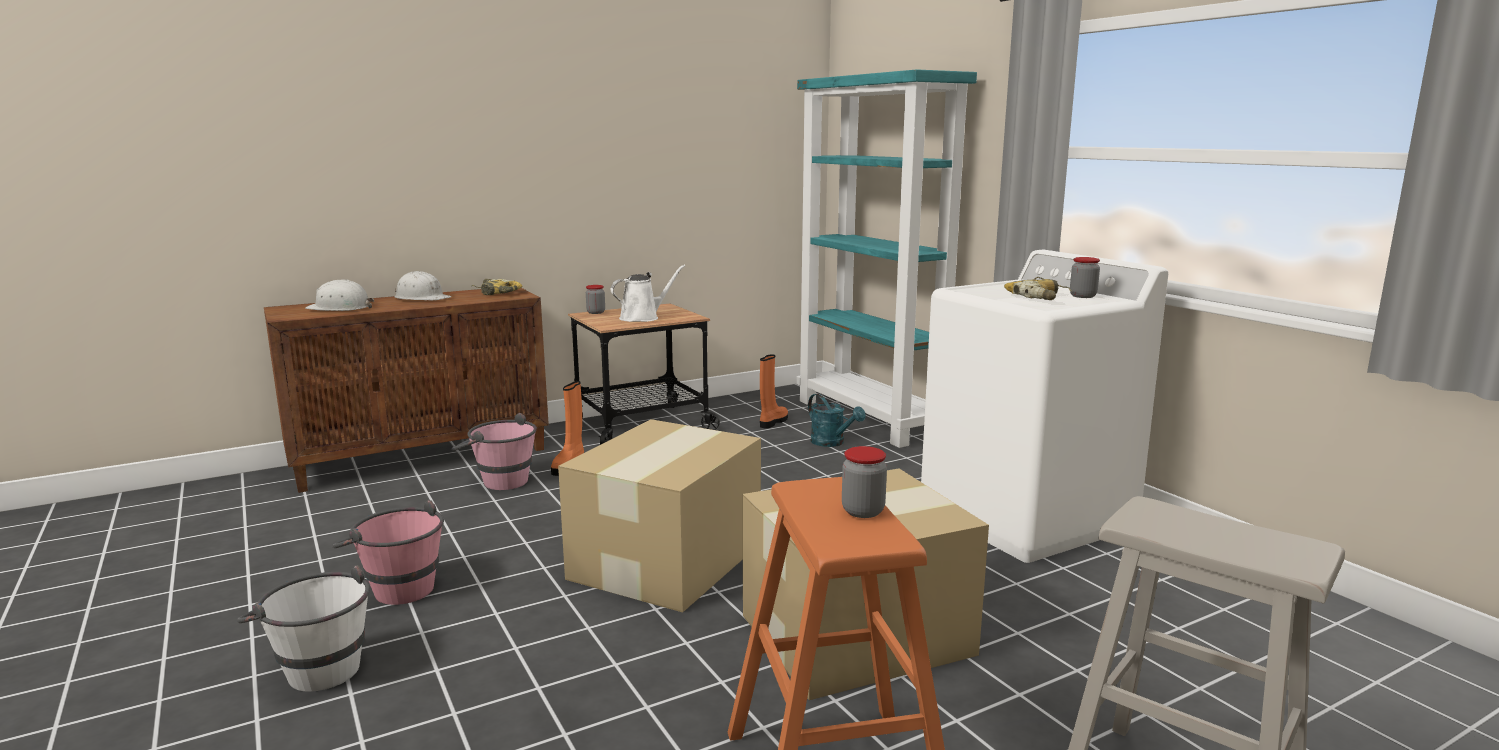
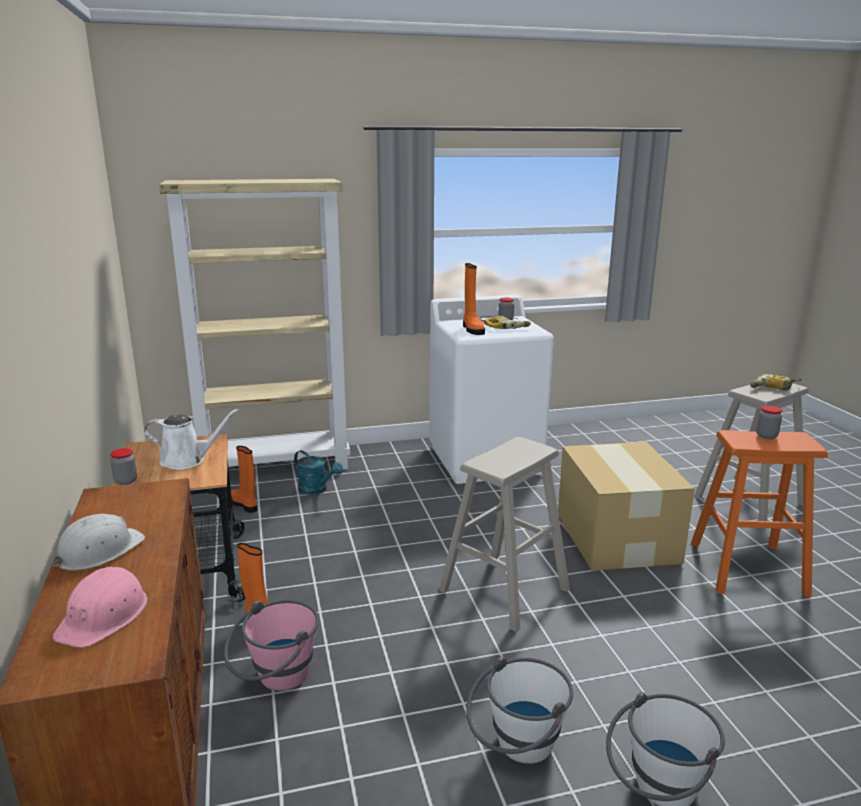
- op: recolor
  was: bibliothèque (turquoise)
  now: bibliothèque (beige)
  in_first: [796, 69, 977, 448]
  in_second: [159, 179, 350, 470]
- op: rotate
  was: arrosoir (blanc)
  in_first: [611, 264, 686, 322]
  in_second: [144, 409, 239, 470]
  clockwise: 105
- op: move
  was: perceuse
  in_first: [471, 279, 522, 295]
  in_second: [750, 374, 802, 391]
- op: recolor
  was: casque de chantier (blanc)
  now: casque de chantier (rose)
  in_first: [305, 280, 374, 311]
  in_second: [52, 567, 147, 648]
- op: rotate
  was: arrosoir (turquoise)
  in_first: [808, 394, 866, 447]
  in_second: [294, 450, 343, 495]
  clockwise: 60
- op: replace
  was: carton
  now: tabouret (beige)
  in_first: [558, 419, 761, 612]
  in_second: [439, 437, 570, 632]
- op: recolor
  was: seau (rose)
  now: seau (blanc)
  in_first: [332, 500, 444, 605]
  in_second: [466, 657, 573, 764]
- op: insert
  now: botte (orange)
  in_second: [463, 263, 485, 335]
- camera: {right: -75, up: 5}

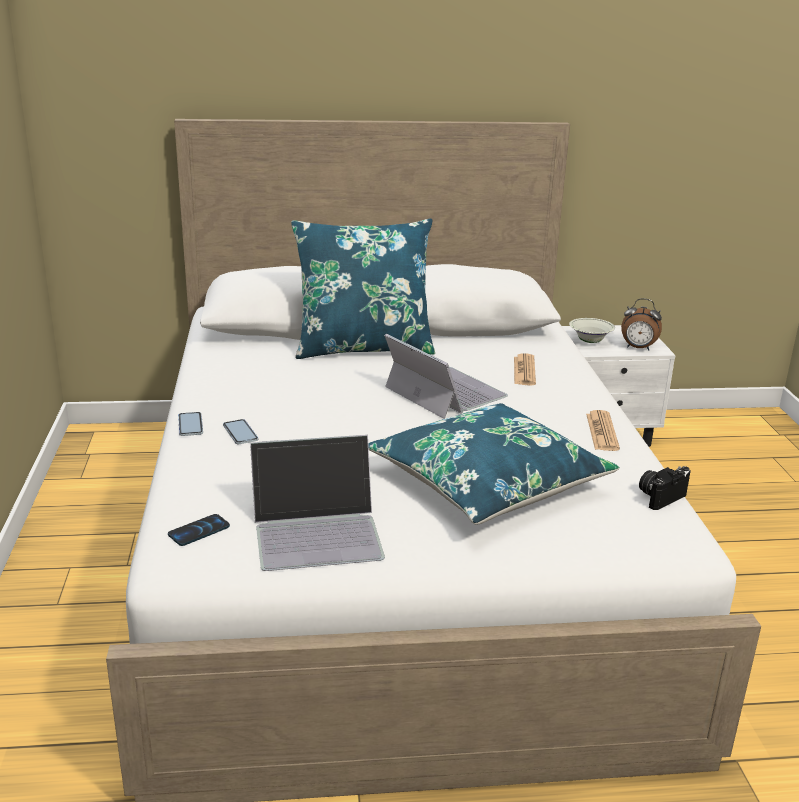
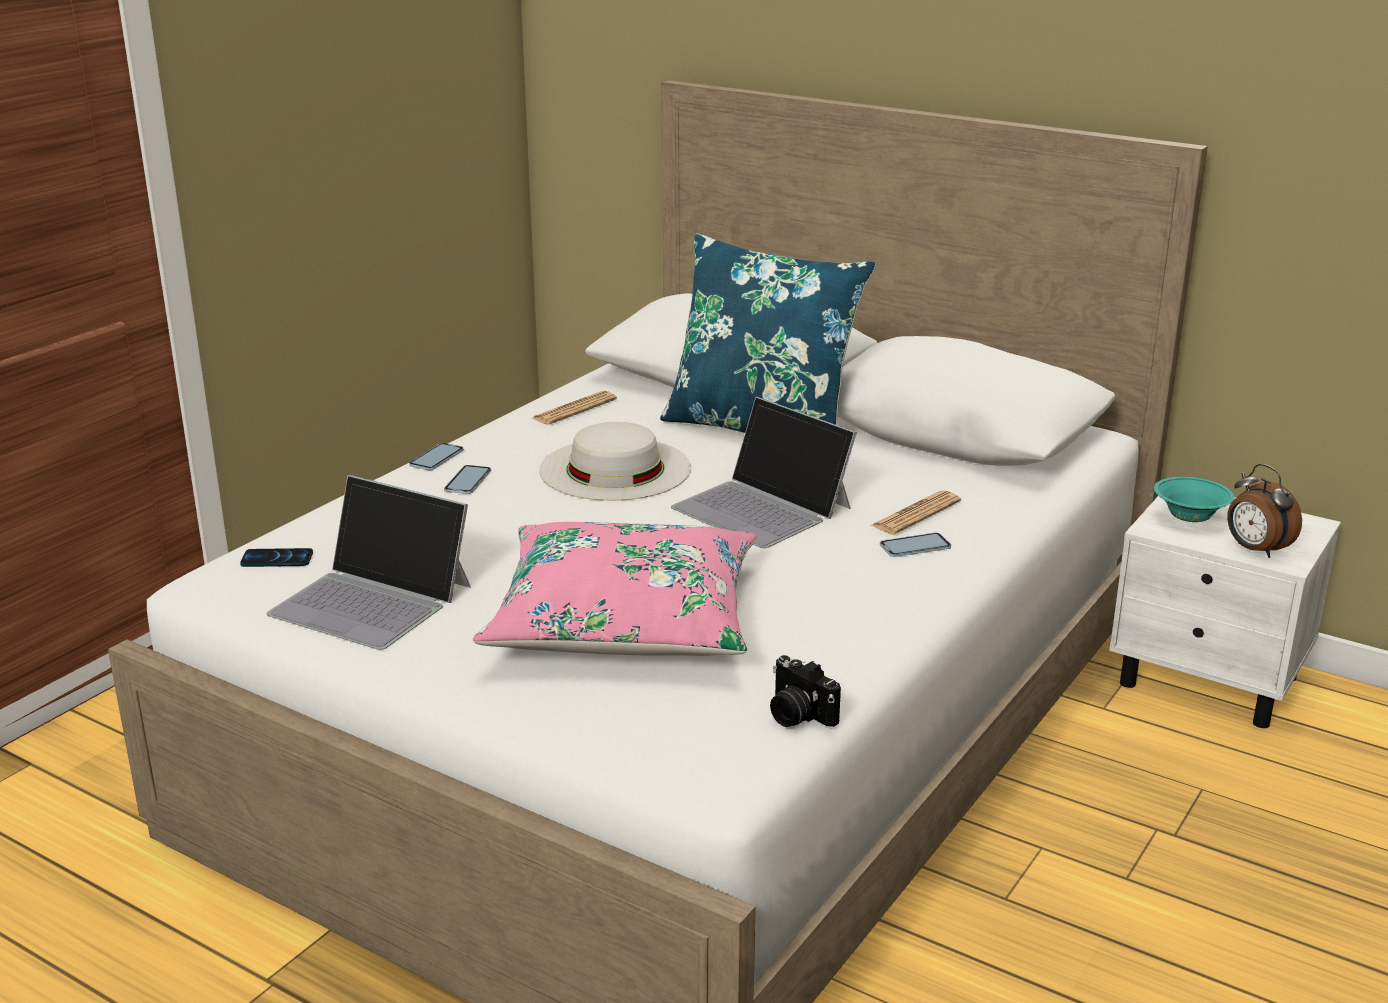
- op: recolor
  was: bol (blanc)
  now: bol (turquoise)
  in_first: [569, 318, 615, 343]
  in_second: [1154, 477, 1235, 522]
- op: rotate
  was: ordinateur portable
  in_first: [384, 334, 508, 419]
  in_second: [671, 397, 857, 548]
  clockwise: 135
- op: recolor
  was: coussin (bleu)
  now: coussin (rose)
  in_first: [368, 403, 620, 525]
  in_second: [473, 522, 757, 656]
- op: move
  was: journal
  in_first: [586, 410, 620, 451]
  in_second: [532, 391, 617, 425]
- op: rotate
  was: appareil photo
  in_first: [639, 466, 690, 510]
  in_second: [770, 655, 841, 727]
  clockwise: -135
- op: insert
  now: chapeau (blanc)
  in_second: [539, 422, 691, 501]
- op: insert
  now: téléphone
  in_second: [880, 533, 951, 557]
- camera: {right: 40, up: 0}

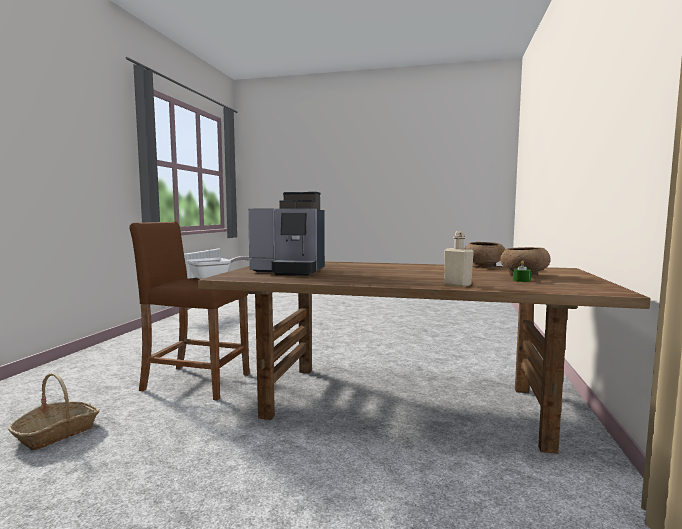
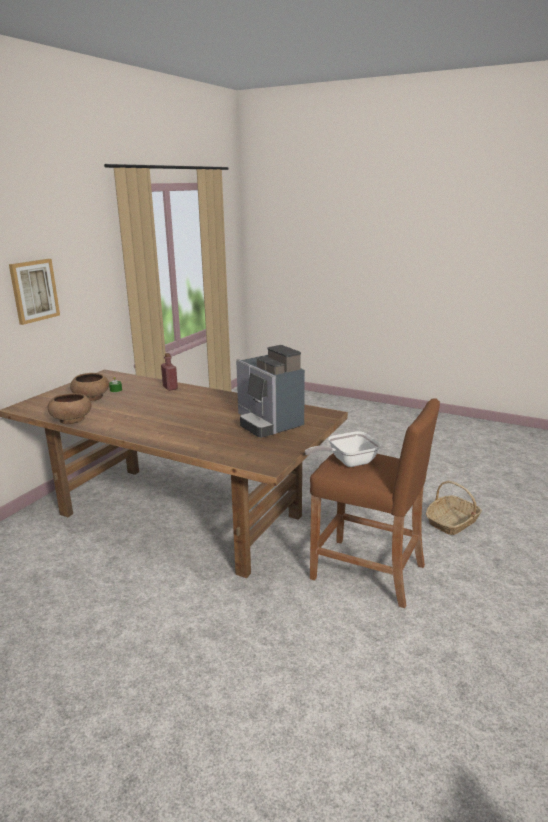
- op: rotate
  was: machine à café
  in_first: [248, 192, 325, 276]
  in_second: [236, 345, 305, 438]
  clockwise: -150
- op: recolor
  was: bouteille (beige)
  now: bouteille (rouge)
  in_first: [444, 231, 474, 287]
  in_second: [161, 353, 178, 391]
- op: insert
  now: tableau
  in_second: [9, 259, 60, 325]
- camera: {right: -165, up: 15}

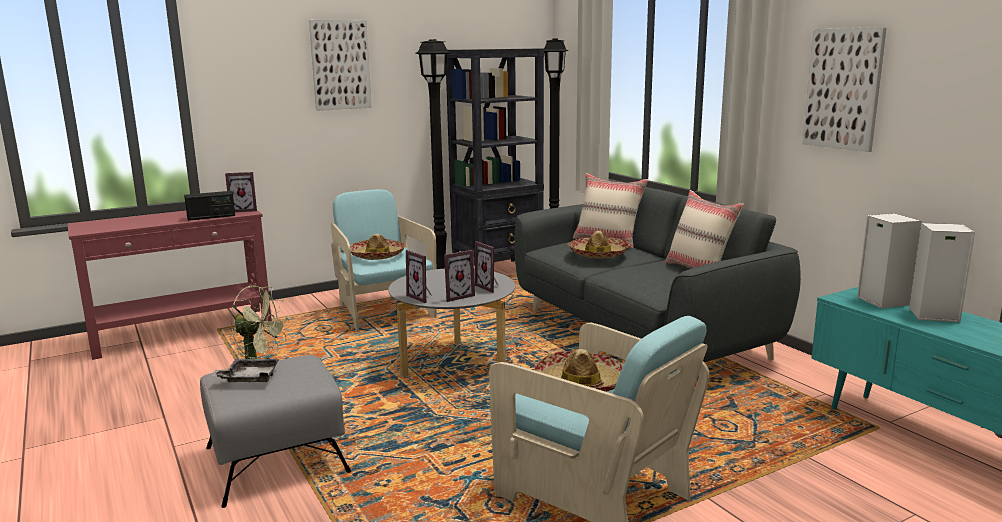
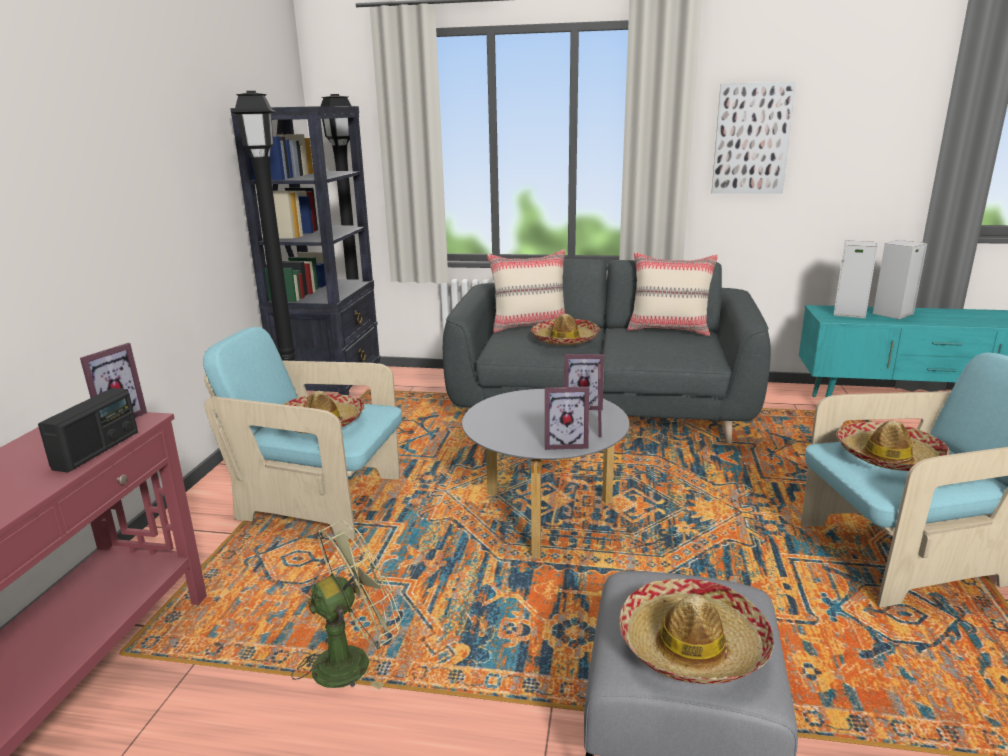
- op: delete
  was: tableau
  in_first: [309, 20, 372, 111]
- op: replace
  was: plateau (gris)
  now: chapeau
  in_first: [211, 359, 279, 382]
  in_second: [619, 579, 774, 684]
- camera: {right: -50, up: 5}

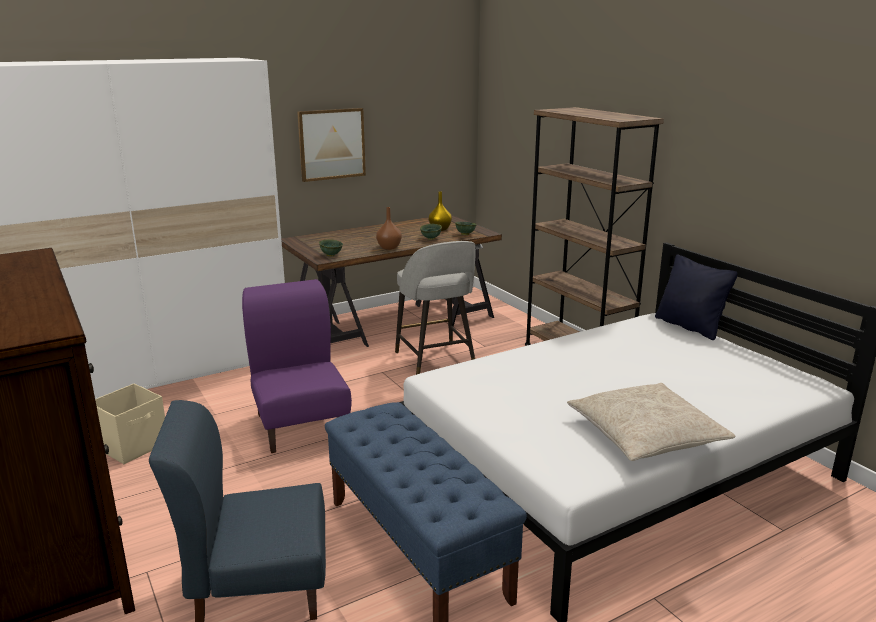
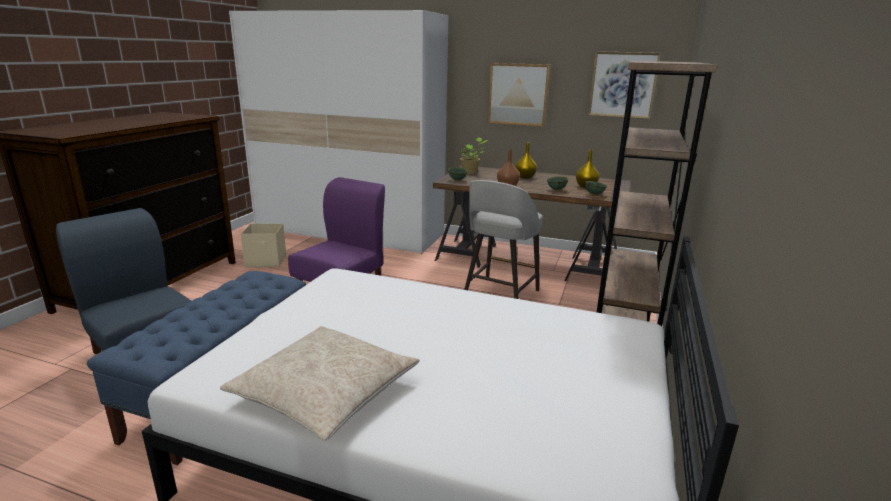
- op: delete
  was: coussin (noir)
  in_first: [655, 255, 737, 340]
- op: insert
  now: tableau
  in_second: [588, 51, 661, 119]
- op: insert
  now: plante en pot
  in_second: [458, 138, 488, 174]
- op: insert
  now: vase (jaune)
  in_second: [515, 142, 537, 179]
- camera: {right: 50, up: 0}

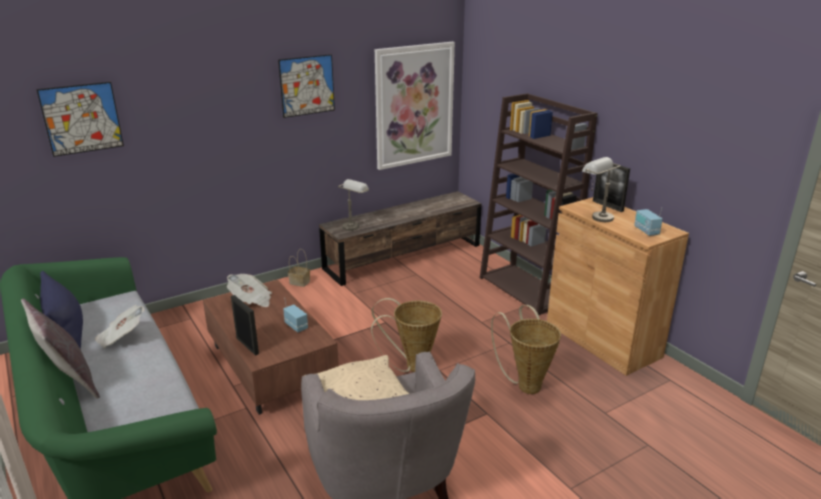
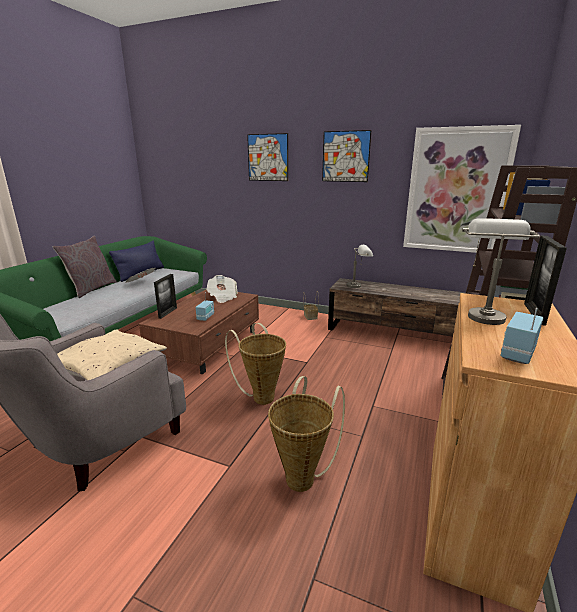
- op: move
  was: tableau
  in_first: [36, 82, 124, 157]
  in_second: [247, 133, 288, 181]
- camera: {right: 55, up: -5}

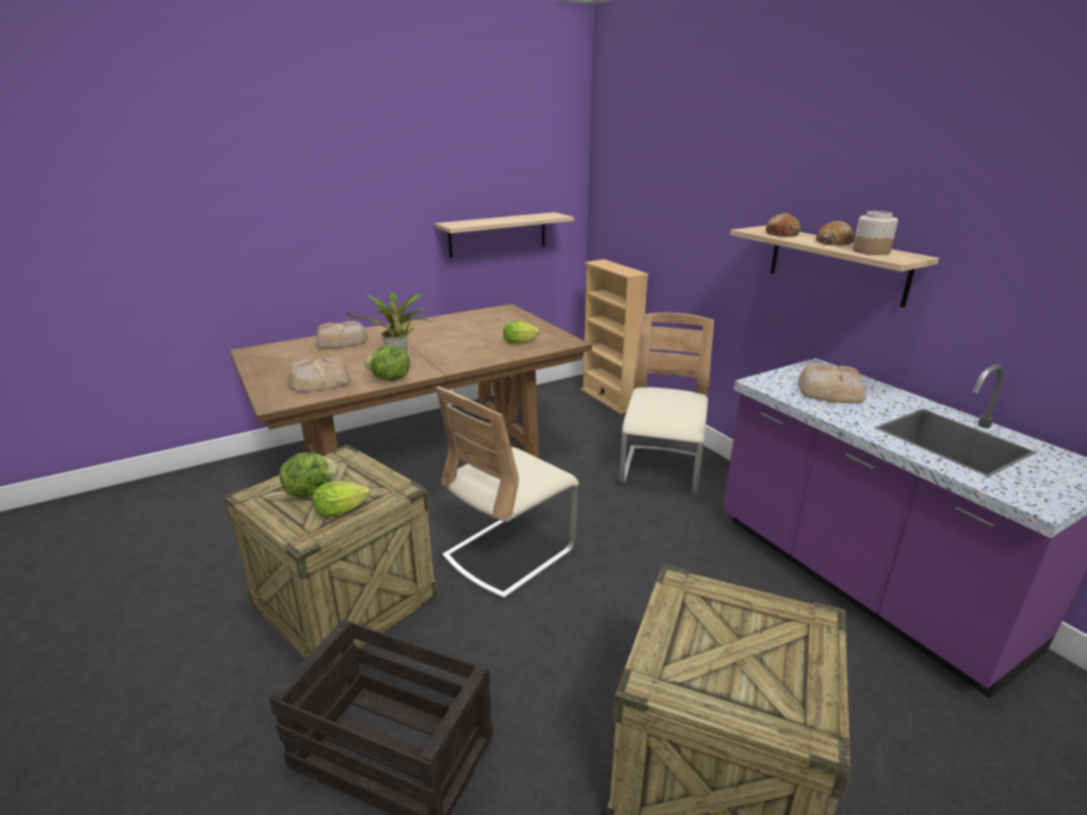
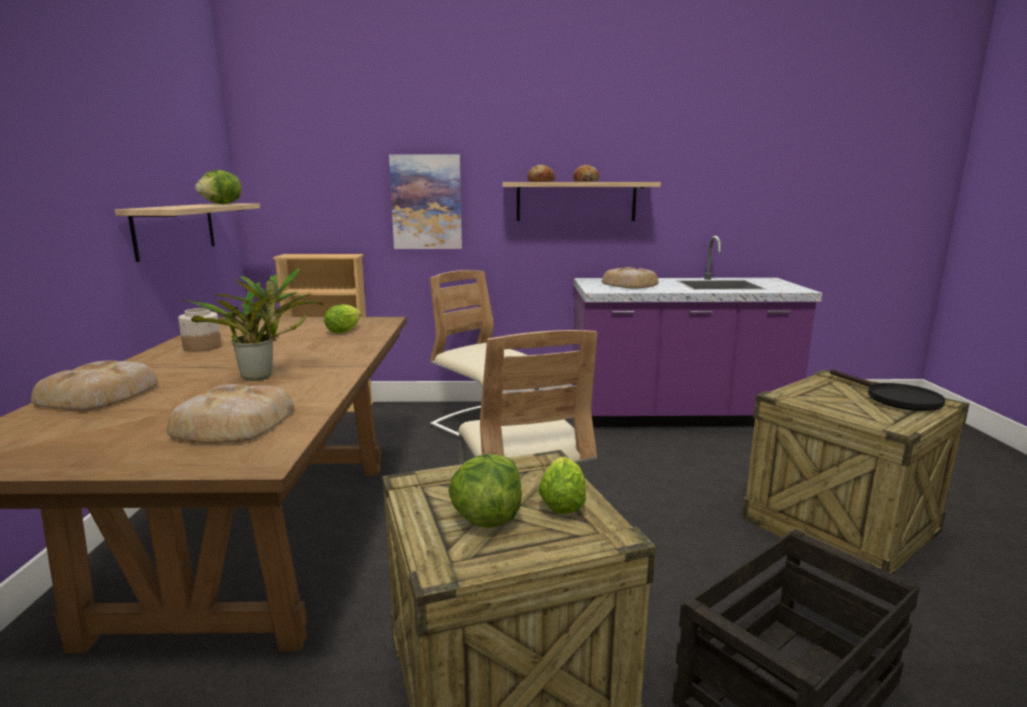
- op: move
  was: bocal
  in_first: [853, 211, 898, 255]
  in_second: [178, 308, 222, 352]
- op: move
  was: laitue
  in_first: [365, 345, 410, 381]
  in_second: [195, 170, 242, 204]
- op: insert
  now: tableau
  in_second: [389, 155, 462, 249]
- op: insert
  now: poêle (noir)
  in_second: [830, 369, 946, 411]
- camera: {right: -60, up: -10}

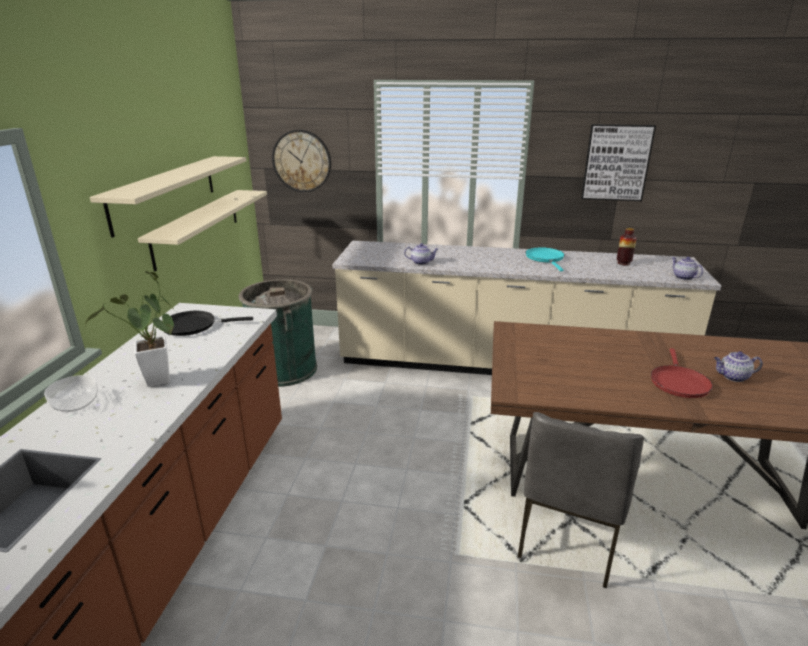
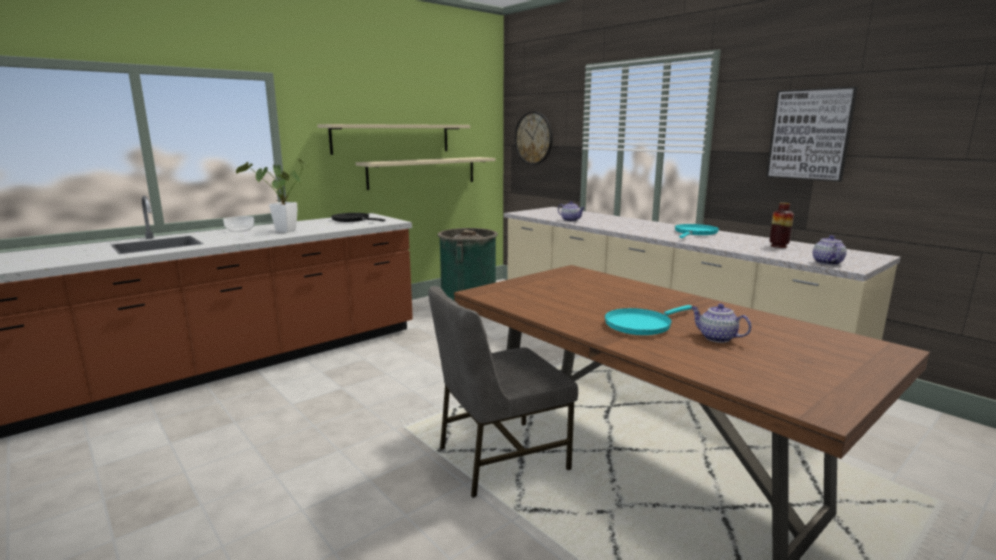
- op: recolor
  was: poêle (rouge)
  now: poêle (turquoise)
  in_first: [651, 348, 713, 398]
  in_second: [605, 305, 692, 335]
- camera: {right: 40, up: -10}

